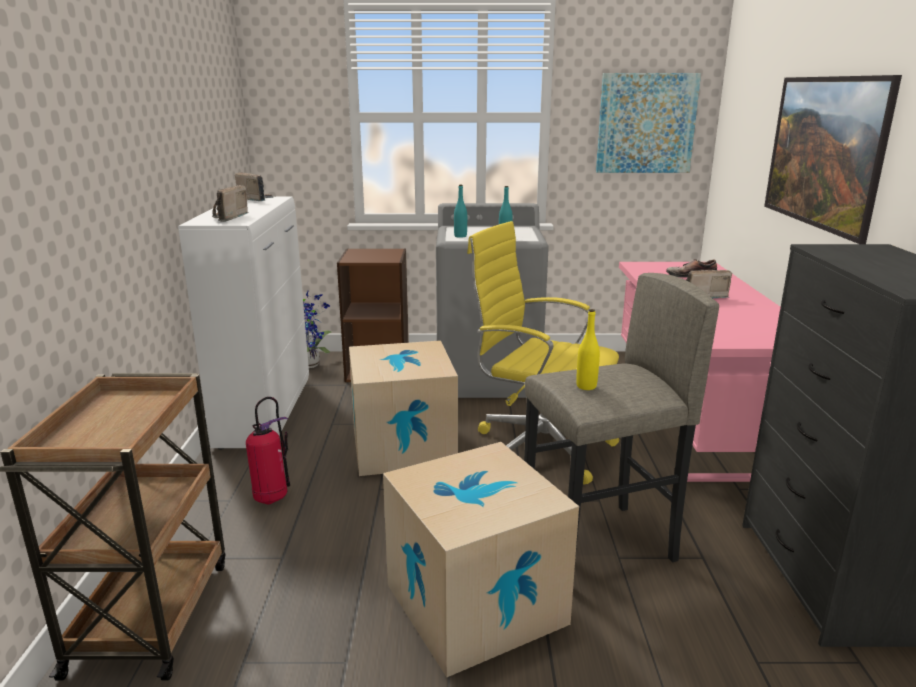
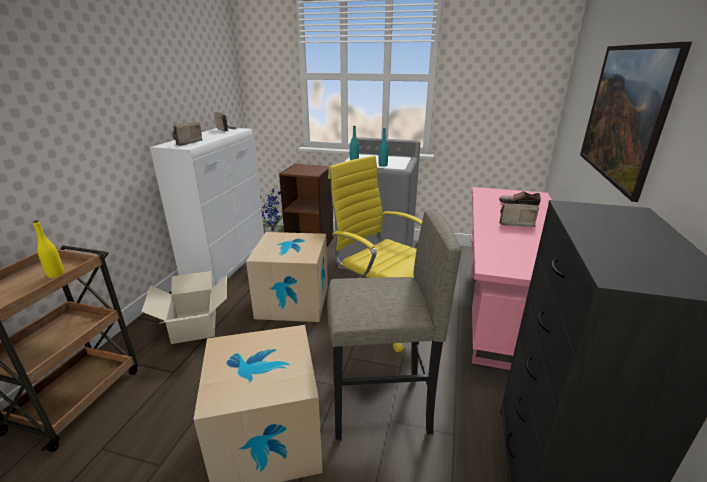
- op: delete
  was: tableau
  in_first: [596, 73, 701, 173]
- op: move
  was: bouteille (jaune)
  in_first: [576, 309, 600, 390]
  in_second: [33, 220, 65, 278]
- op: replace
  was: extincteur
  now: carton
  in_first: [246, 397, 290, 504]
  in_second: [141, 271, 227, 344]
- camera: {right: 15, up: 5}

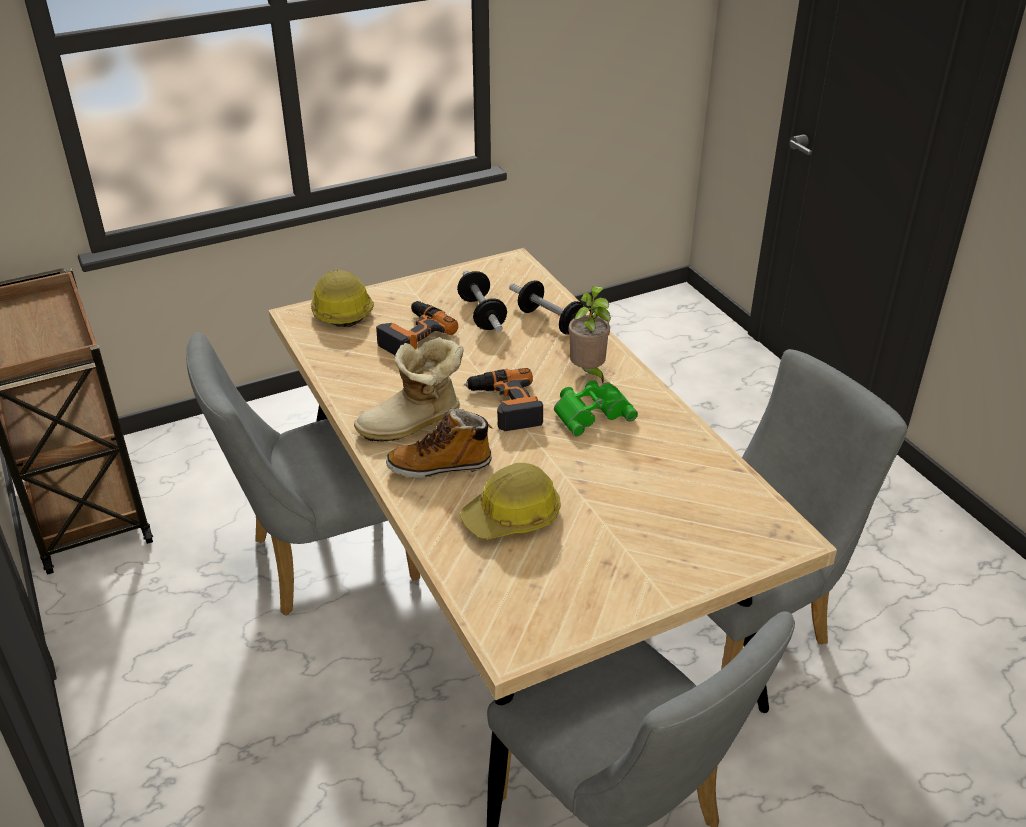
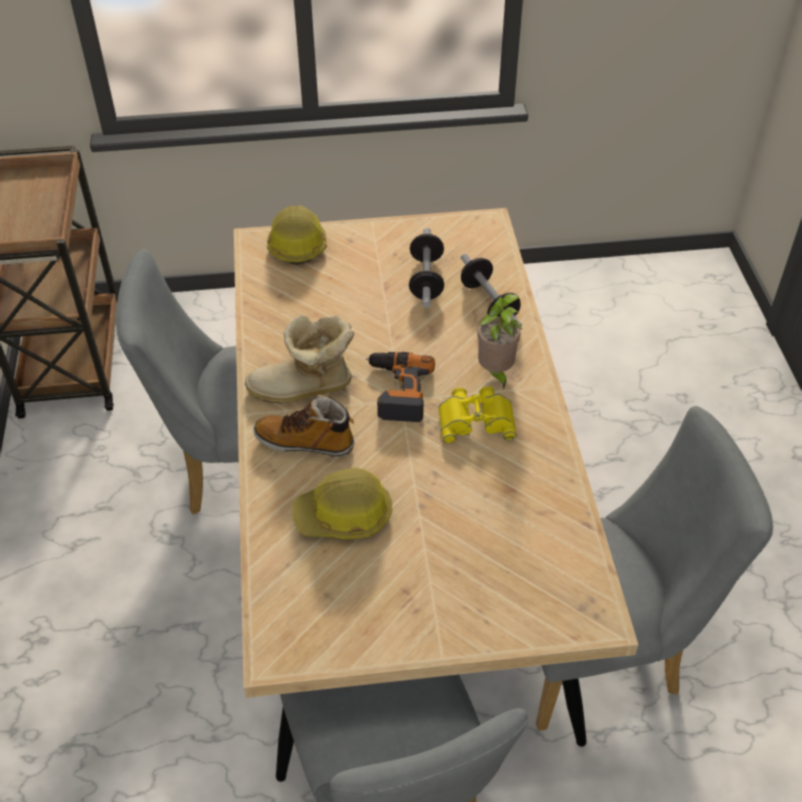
- op: delete
  was: perceuse
  in_first: [376, 301, 458, 355]
- op: recolor
  was: jumelles (vert)
  now: jumelles (jaune)
  in_first: [554, 380, 638, 436]
  in_second: [438, 386, 517, 444]
- camera: {right: 20, up: 10}

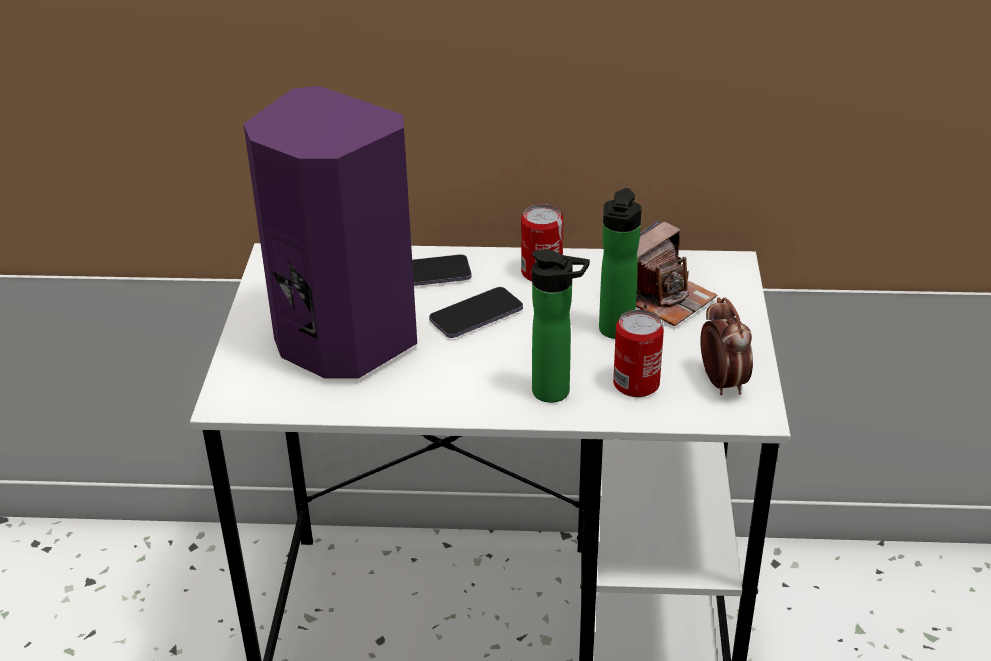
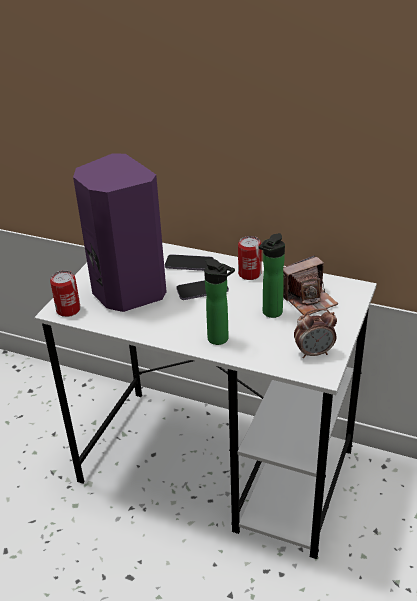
- op: rotate
  was: réveil
  in_first: [700, 297, 753, 395]
  in_second: [294, 308, 337, 358]
  clockwise: 75
- op: move
  was: boîte métallique
  in_first: [613, 310, 664, 397]
  in_second: [50, 271, 81, 317]
- camera: {right: 20, up: 0}

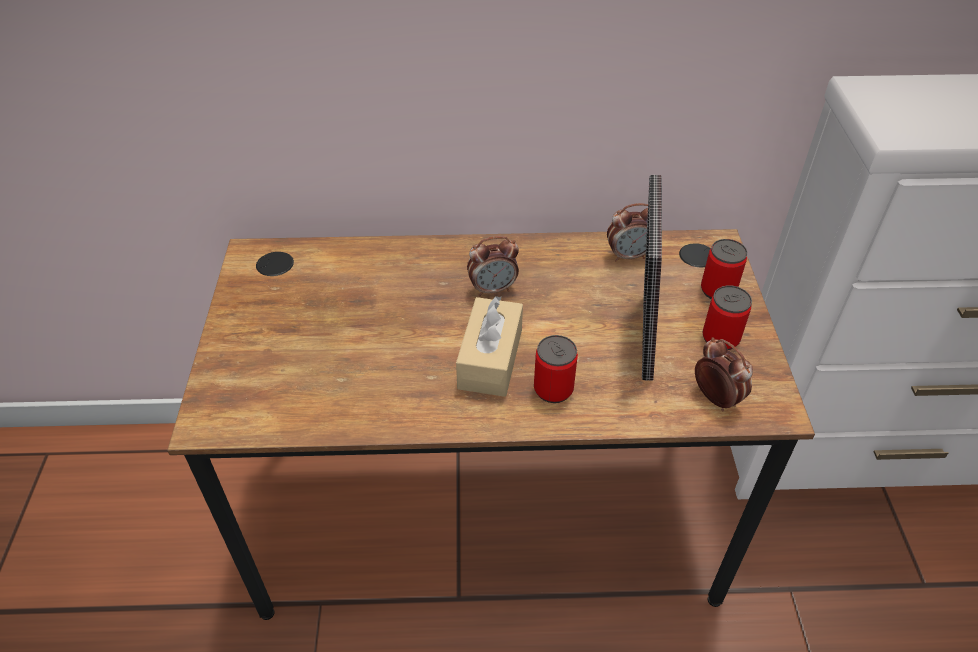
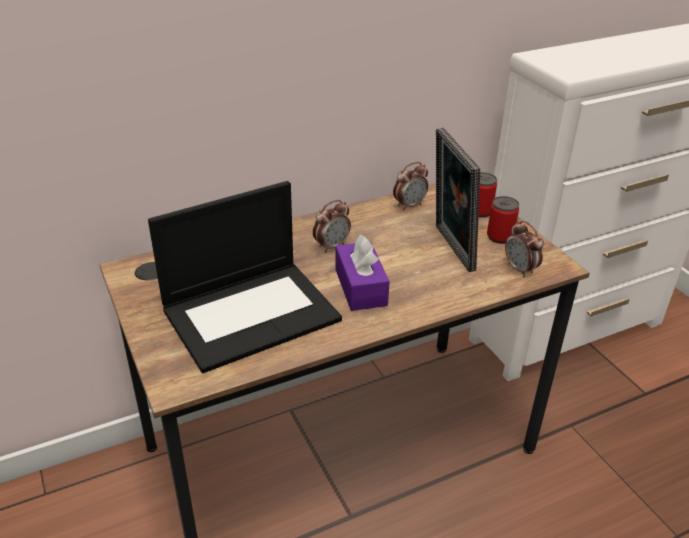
- op: recolor
  was: boîte à mouchoirs (beige)
  now: boîte à mouchoirs (violet)
  in_first: [456, 296, 523, 397]
  in_second: [335, 235, 390, 311]
- op: delete
  was: boîte métallique
  in_first: [534, 335, 578, 403]
- op: rotate
  was: réveil
  in_first: [695, 337, 753, 412]
  in_second: [505, 221, 544, 277]
  clockwise: -150
- op: insert
  now: ordinateur portable
  in_second: [148, 181, 342, 373]
- camera: {right: -25, up: -10}

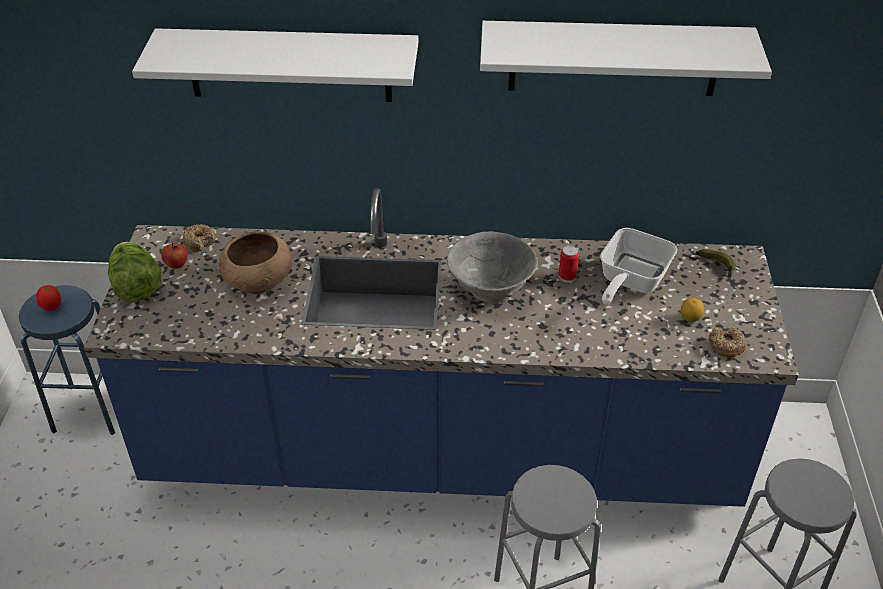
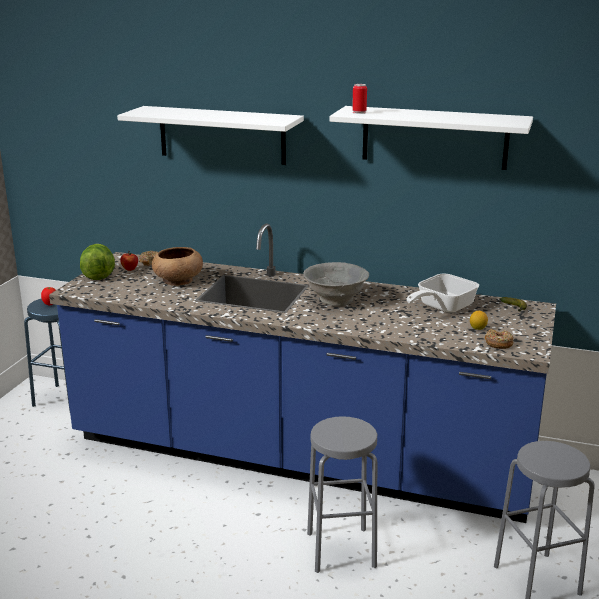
- op: move
  was: boîte métallique
  in_first: [559, 246, 579, 282]
  in_second: [352, 84, 367, 114]
- camera: {right: 15, up: -20}

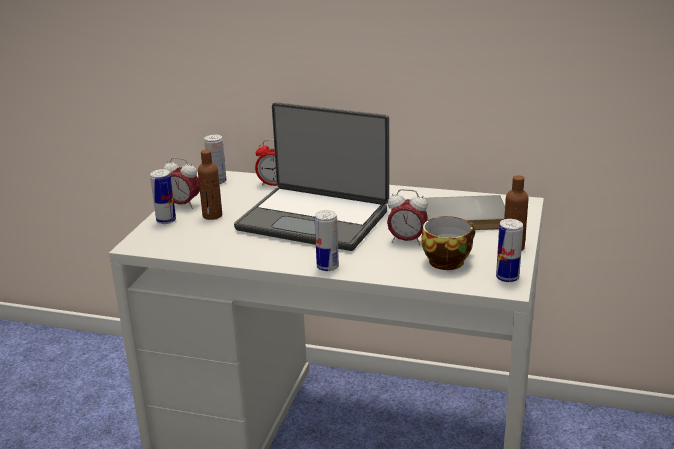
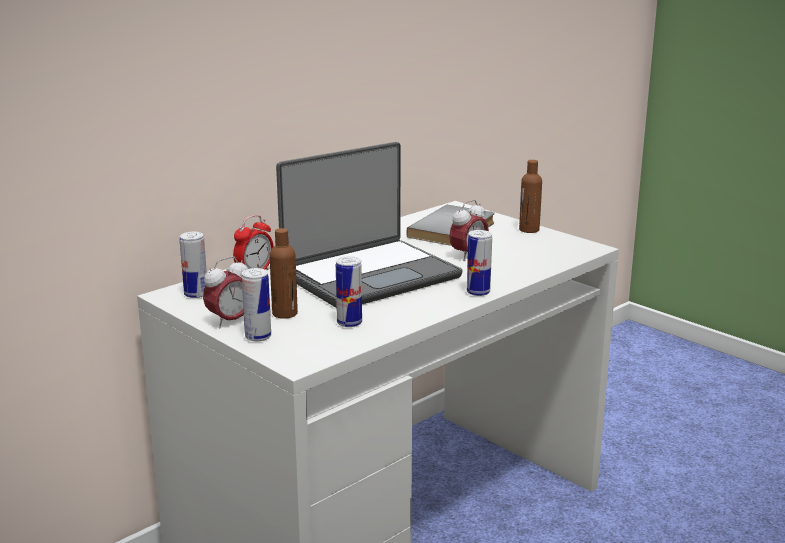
- op: delete
  was: tasse
  in_first: [422, 216, 475, 270]
- op: move
  was: boîte métallique
  in_first: [496, 219, 523, 282]
  in_second: [336, 256, 362, 327]
- camera: {right: -60, up: -5}

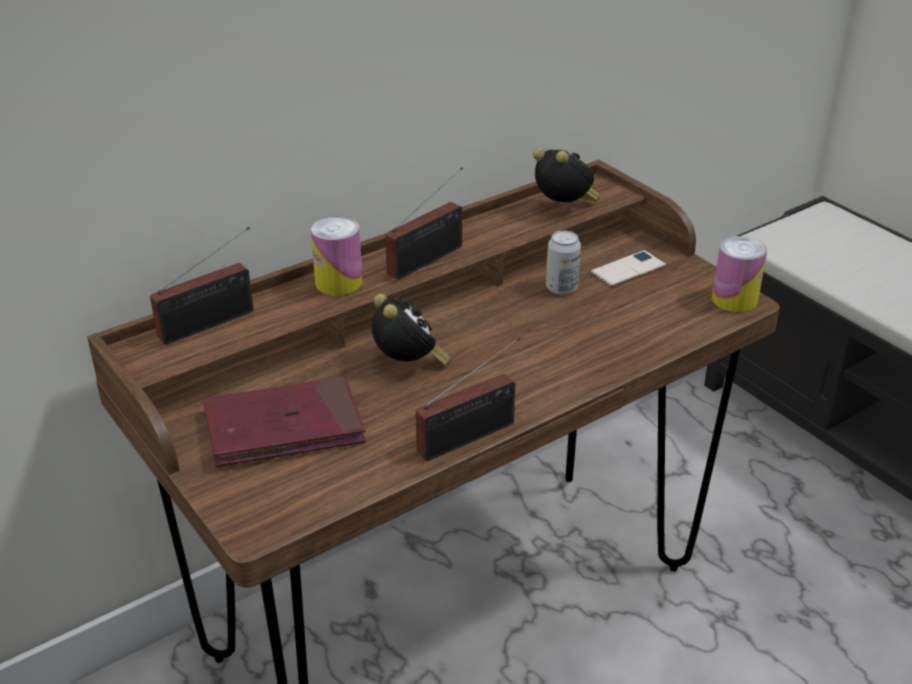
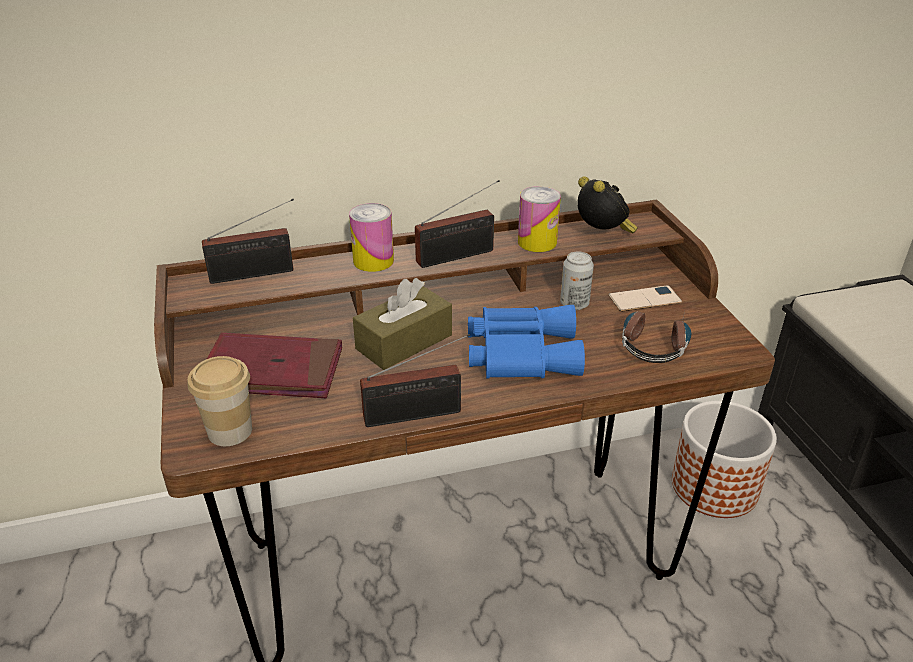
- op: move
  was: boîte métallique
  in_first: [712, 236, 767, 312]
  in_second: [518, 186, 561, 252]
- op: replace
  was: réveil
  now: boîte à mouchoirs (marron)
  in_first: [372, 294, 452, 365]
  in_second: [353, 278, 452, 370]
- op: insert
  now: jumelles (bleu)
  in_second: [468, 305, 585, 379]
- op: insert
  now: casque audio
  in_second: [622, 311, 691, 363]
- op: insert
  now: tasse
  in_second: [188, 356, 252, 446]
- op: insert
  now: cache-pot
  in_second: [672, 401, 777, 518]
- camera: {right: 20, up: 0}

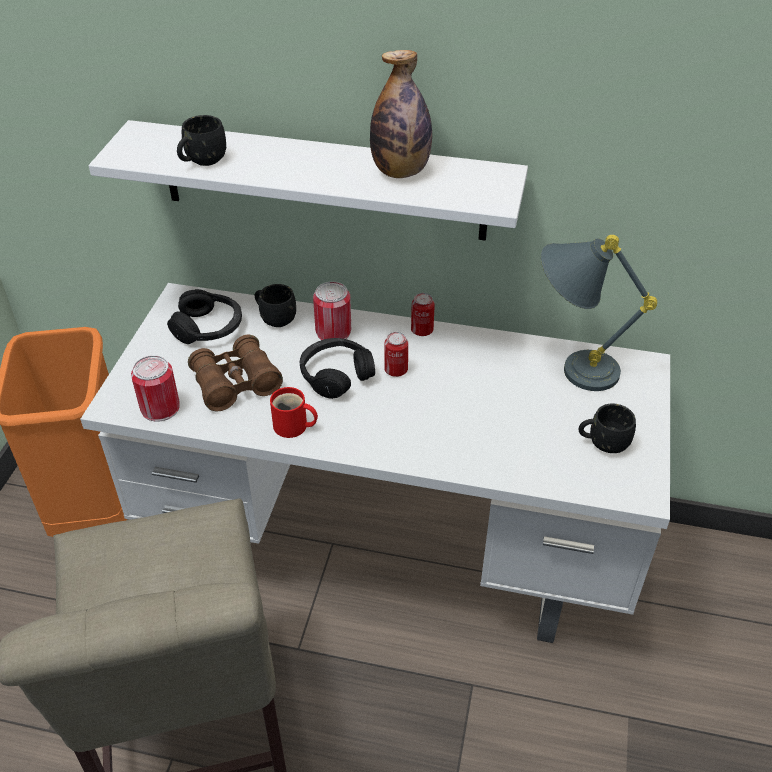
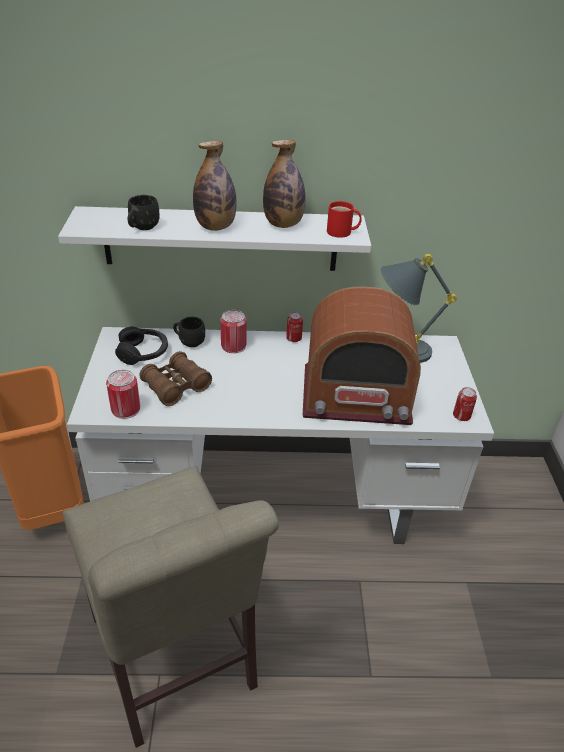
- op: move
  was: boîte métallique
  in_first: [384, 332, 408, 377]
  in_second: [453, 387, 477, 421]
- op: delete
  was: casque audio (noir)
  in_first: [300, 338, 375, 399]
- op: move
  was: mug (rouge)
  in_first: [270, 387, 318, 438]
  in_second: [327, 201, 362, 238]
- op: delete
  was: mug (noir)
  in_first: [578, 403, 636, 453]
- op: insert
  now: bouteille
  in_second: [193, 141, 237, 231]
- op: insert
  now: radio
  in_second: [302, 287, 421, 425]
- camera: {right: -15, up: -5}

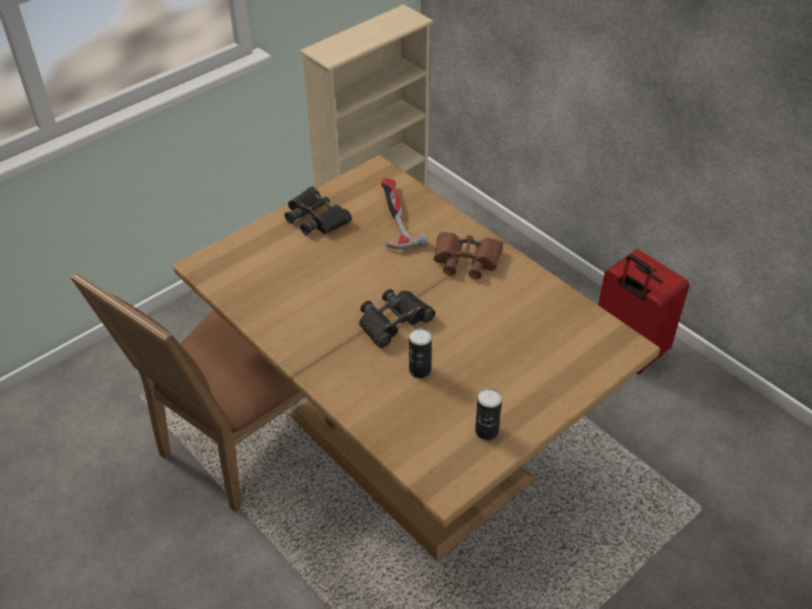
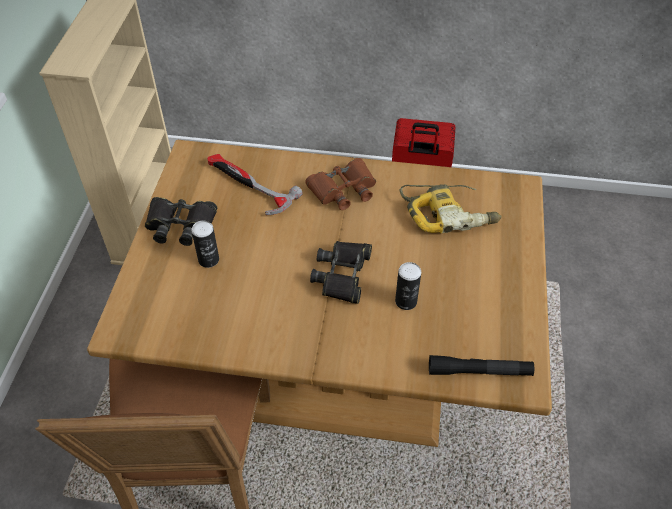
- op: move
  was: boîte métallique
  in_first: [475, 388, 502, 440]
  in_second: [191, 221, 219, 268]
- op: insert
  now: perceuse
  in_second: [399, 184, 502, 234]
- op: insert
  now: lampe de poche (noir)
  in_second: [429, 355, 534, 376]
- camera: {right: -40, up: 5}

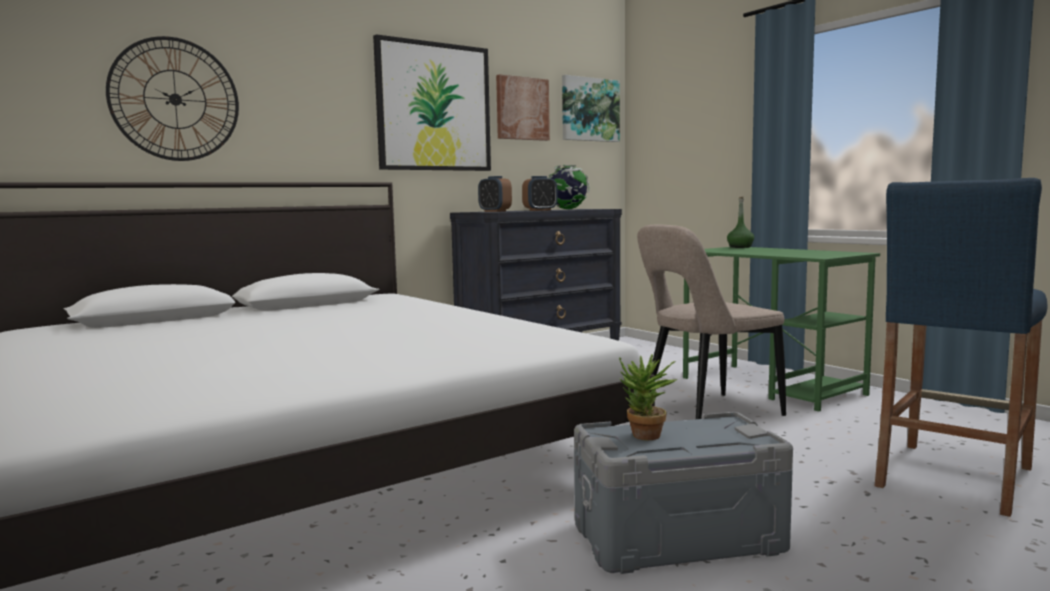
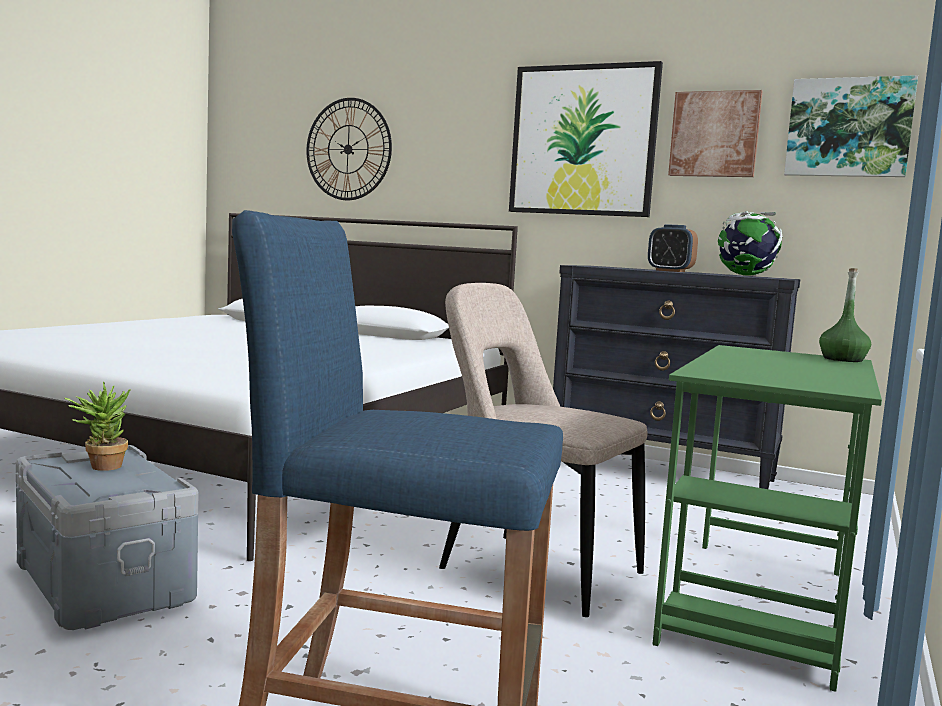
- op: delete
  was: réveil
  in_first: [478, 176, 512, 212]
- camera: {right: 60, up: 0}

